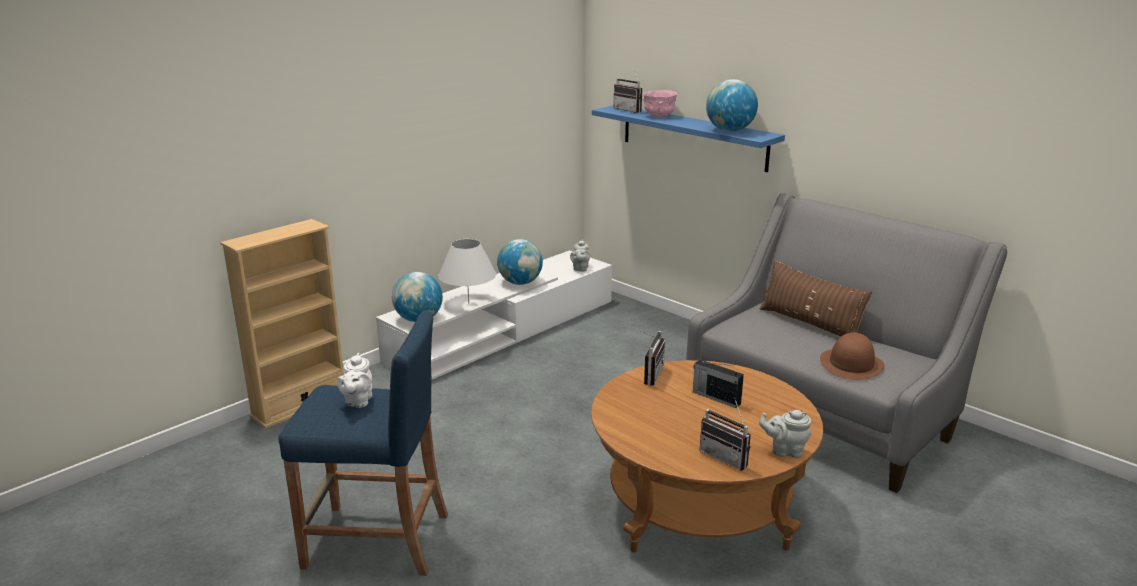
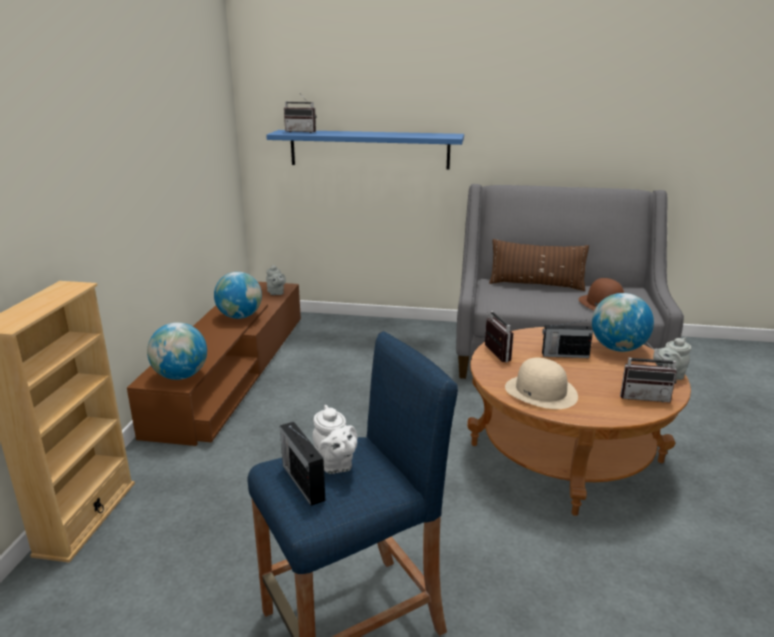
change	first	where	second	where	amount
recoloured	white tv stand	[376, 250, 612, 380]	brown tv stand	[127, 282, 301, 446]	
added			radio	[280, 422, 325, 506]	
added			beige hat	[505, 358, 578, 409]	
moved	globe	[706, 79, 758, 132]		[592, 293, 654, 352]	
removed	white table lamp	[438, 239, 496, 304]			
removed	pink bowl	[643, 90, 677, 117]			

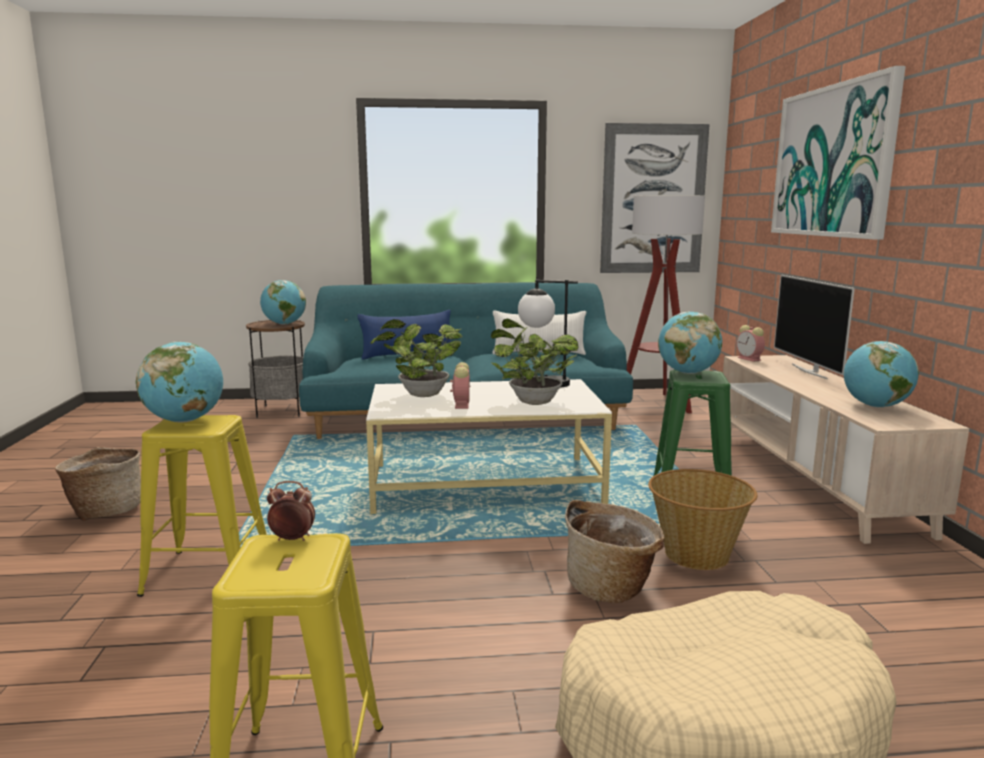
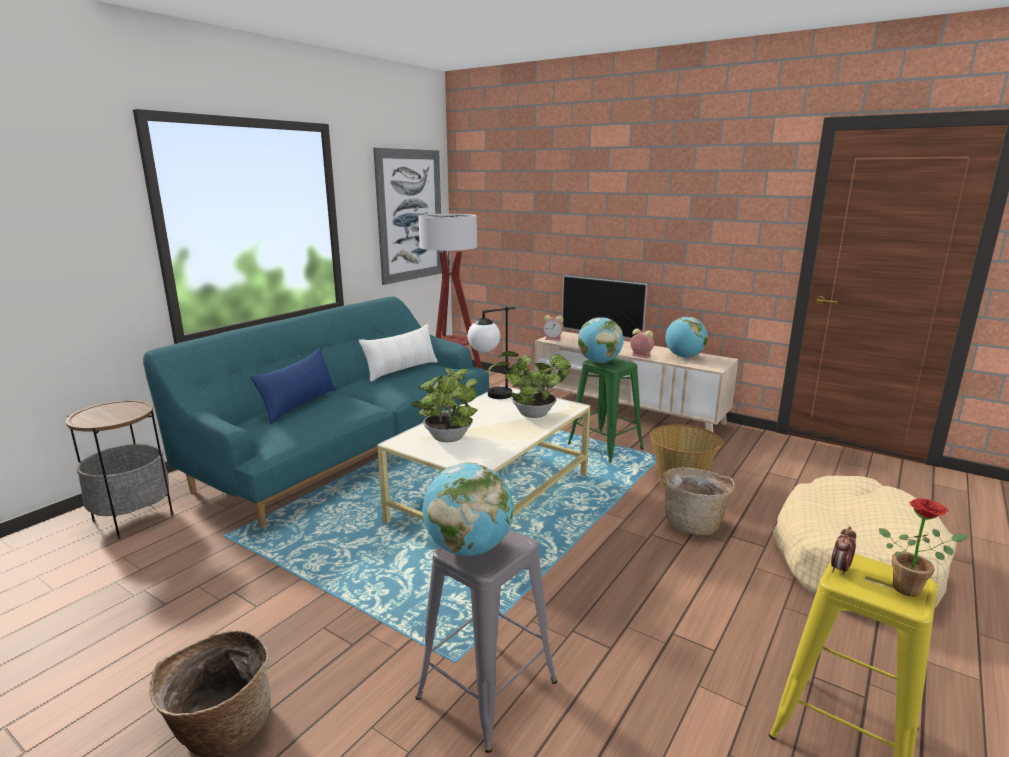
change	first	where	second	where	amount
recoloured	yellow stool	[137, 415, 267, 597]	grey stool	[416, 529, 557, 753]	
moved	alarm clock	[450, 362, 470, 409]		[630, 329, 654, 358]	
added			potted plant	[879, 498, 968, 597]	
removed	globe	[260, 280, 306, 325]			
removed	picture	[771, 66, 906, 239]			

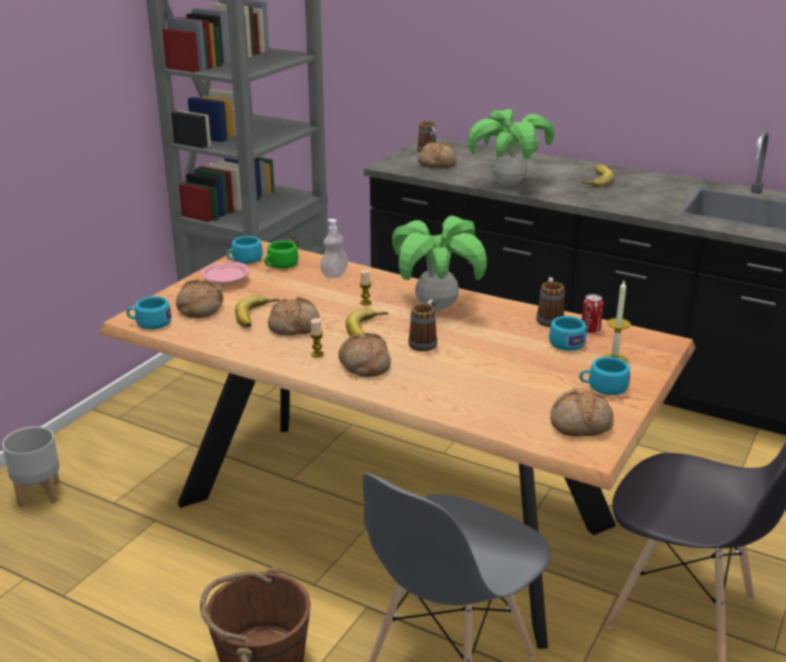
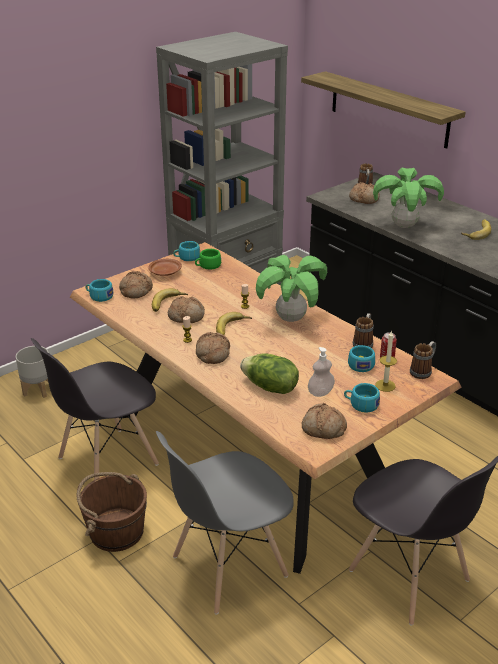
change	first	where	second	where	amount
added			grey chair	[31, 338, 159, 480]	
recoloured	pink plate	[201, 262, 250, 284]	brown plate	[148, 259, 182, 276]	
added			lettuce	[240, 353, 299, 394]	
added			shelf	[301, 71, 466, 149]	
moved	soap dispenser	[320, 219, 348, 278]		[308, 347, 335, 397]	
moved	mug	[408, 299, 437, 351]		[410, 341, 436, 379]	

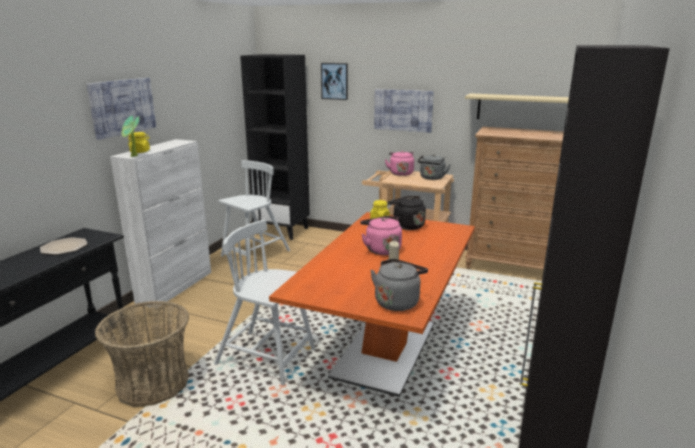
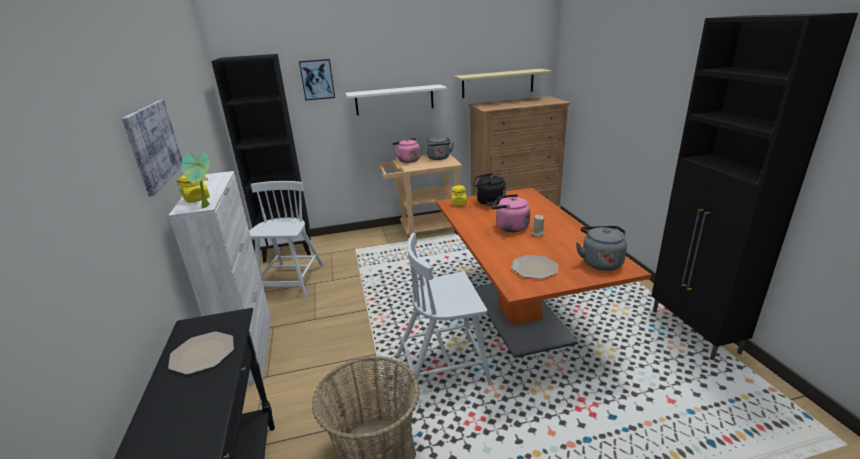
change	first	where	second	where	amount
replaced	picture	[374, 89, 434, 133]	white shelf	[345, 84, 447, 116]	
added			plate	[511, 255, 558, 279]	

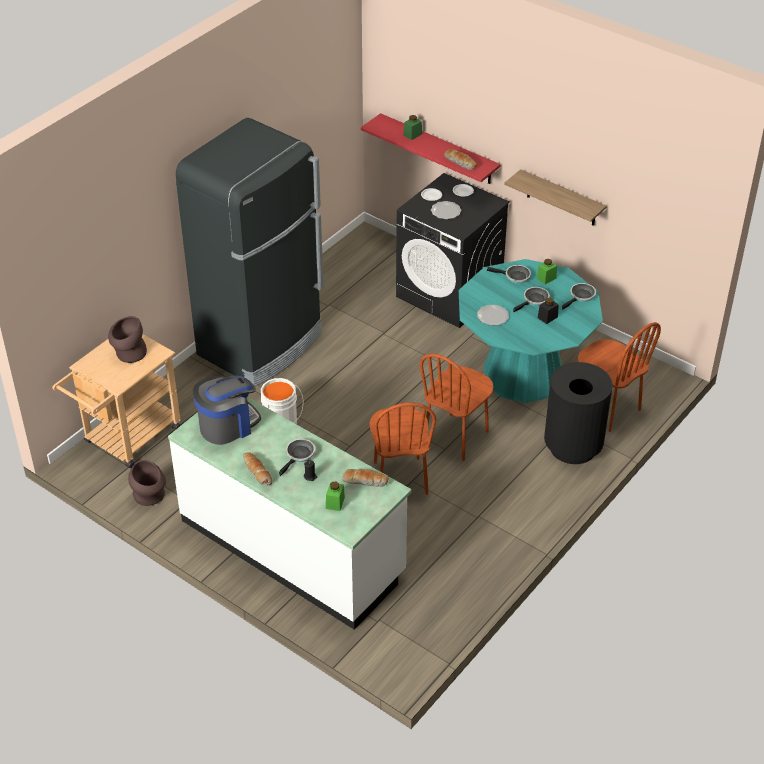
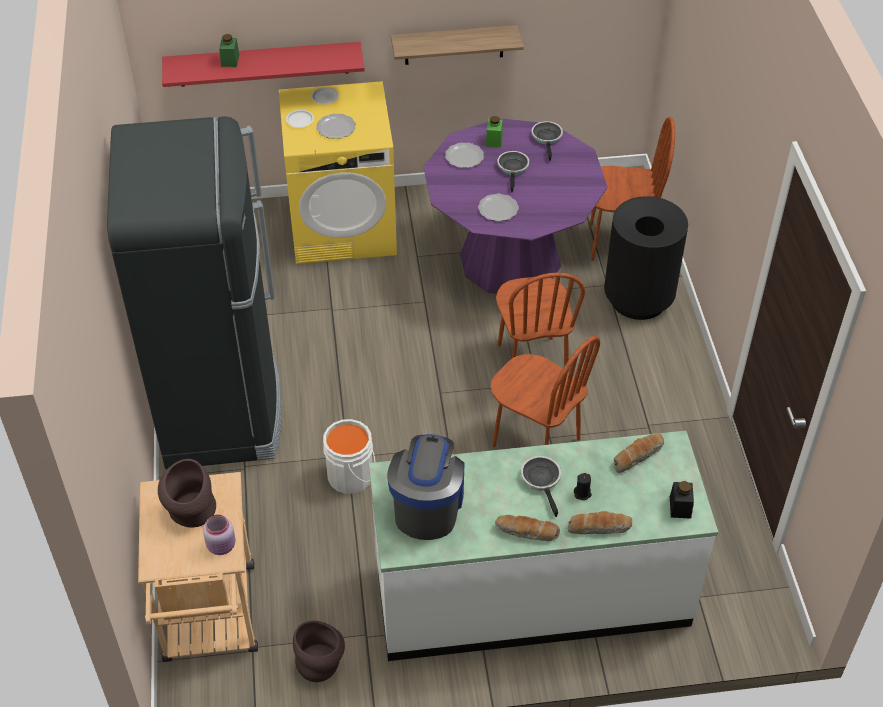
change	first	where	second	where	amount
added			pink jar	[203, 514, 235, 555]	
recoloured	black washing machine	[396, 173, 510, 328]	yellow washing machine	[279, 81, 397, 264]	
recoloured	turquoise dining table	[459, 259, 603, 403]	purple dining table	[423, 118, 607, 294]	
replaced	frying pan	[487, 265, 531, 284]	plate	[445, 143, 484, 168]	
moved	bread	[444, 149, 477, 170]		[567, 511, 632, 535]	
moved	black jar	[538, 297, 559, 324]		[670, 481, 694, 519]	
removed	green jar	[326, 482, 345, 511]			

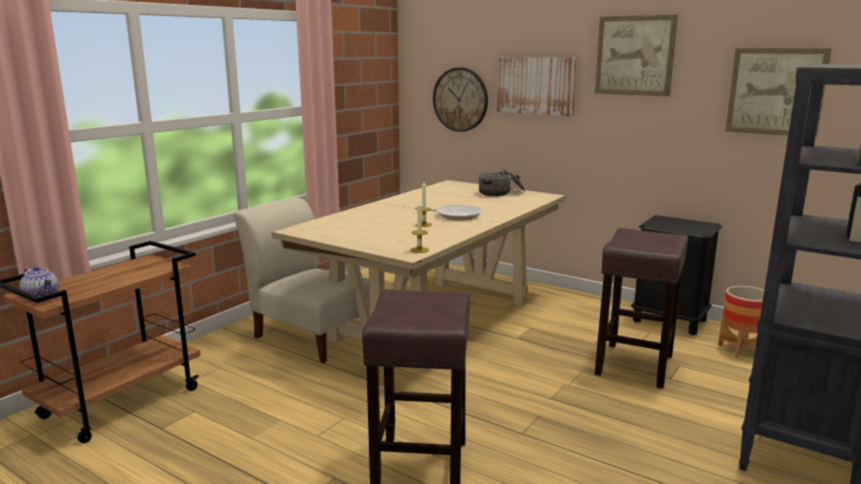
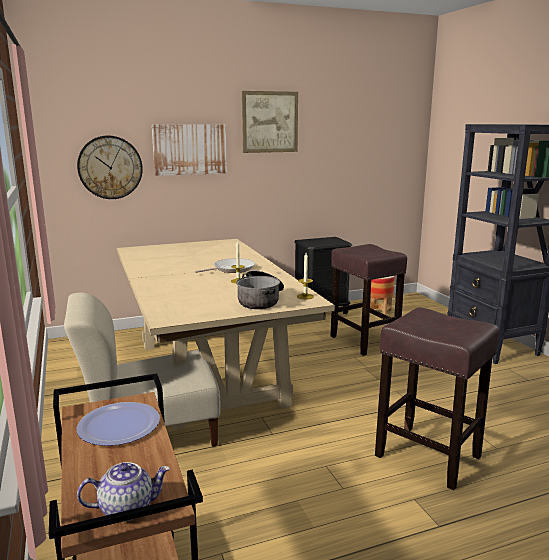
change	first	where	second	where	amount
added			plate	[77, 402, 160, 446]	
moved	cooking pot	[478, 169, 526, 196]		[236, 270, 284, 309]	
removed	picture	[725, 48, 831, 137]			

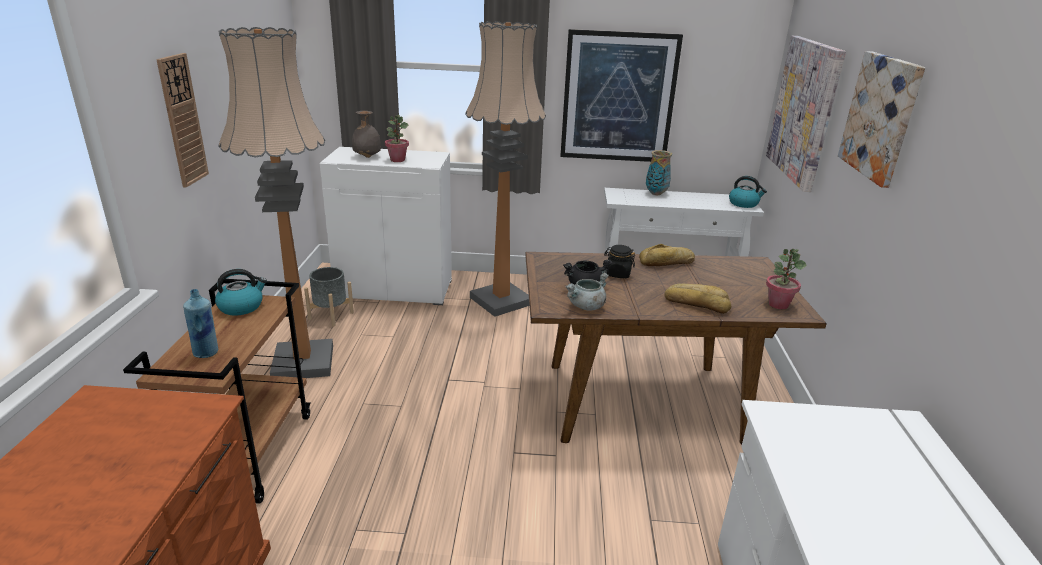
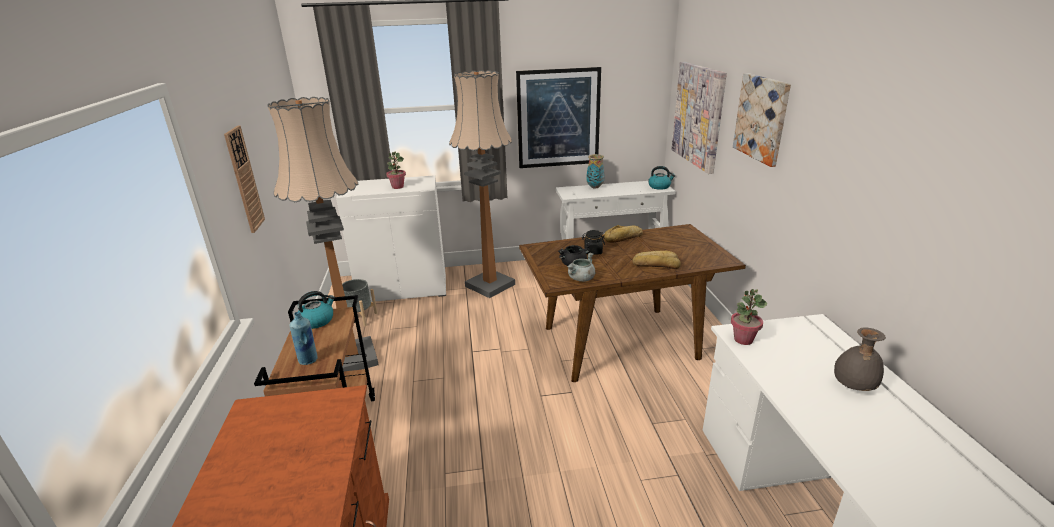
change	first	where	second	where	amount
moved	potted plant	[766, 249, 807, 309]		[731, 289, 767, 345]	
moved	grey vase	[352, 111, 381, 158]		[834, 327, 886, 391]	

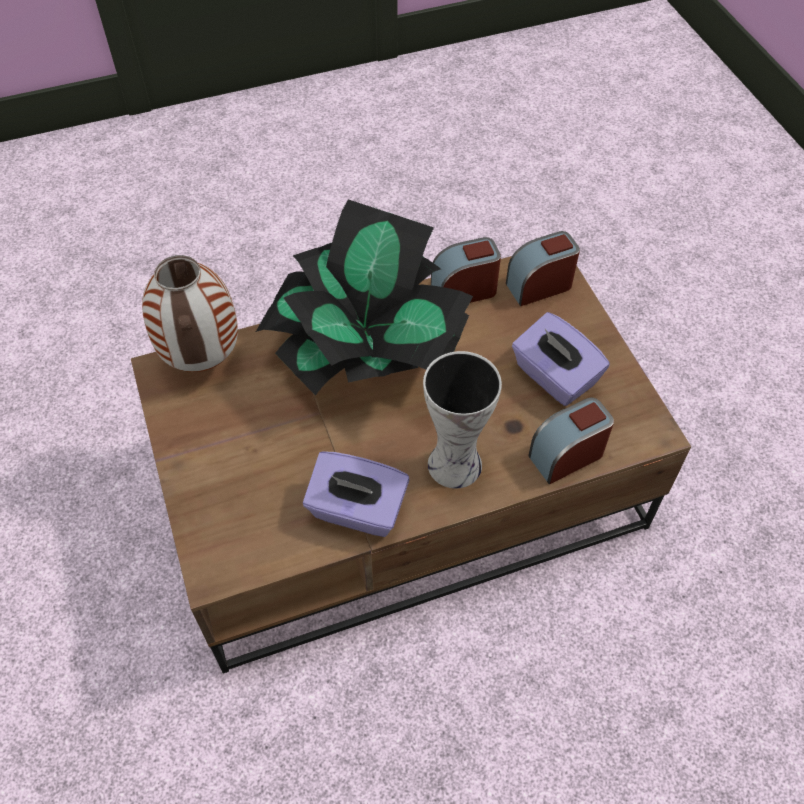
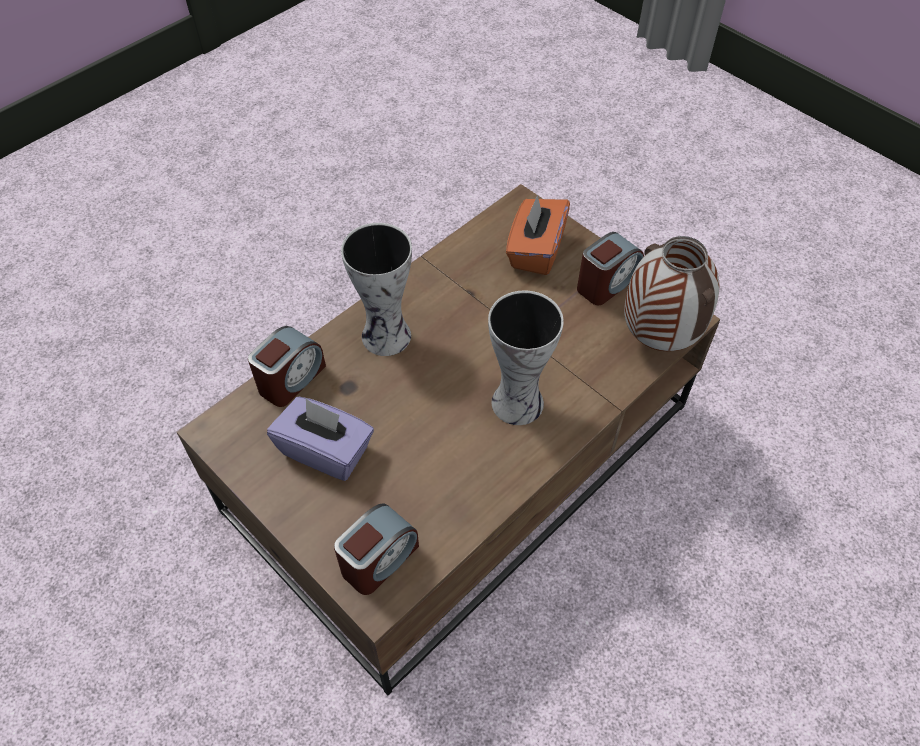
change	first	where	second	where	amount
replaced	potted plant	[256, 199, 473, 395]	vase	[488, 291, 564, 425]	
added			orange tissue box	[506, 195, 570, 275]	
moved	alarm clock	[431, 237, 501, 303]		[577, 232, 644, 305]	
removed	purple tissue box	[303, 451, 410, 537]			

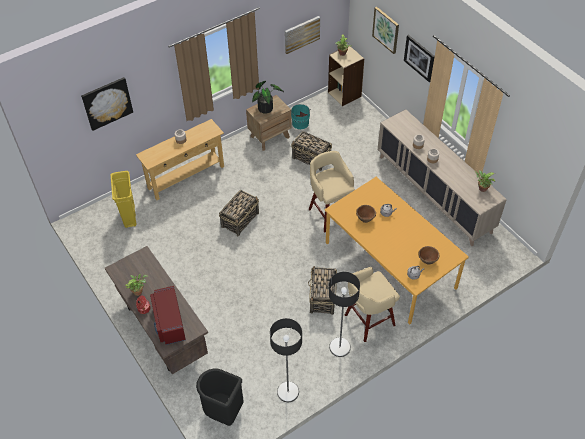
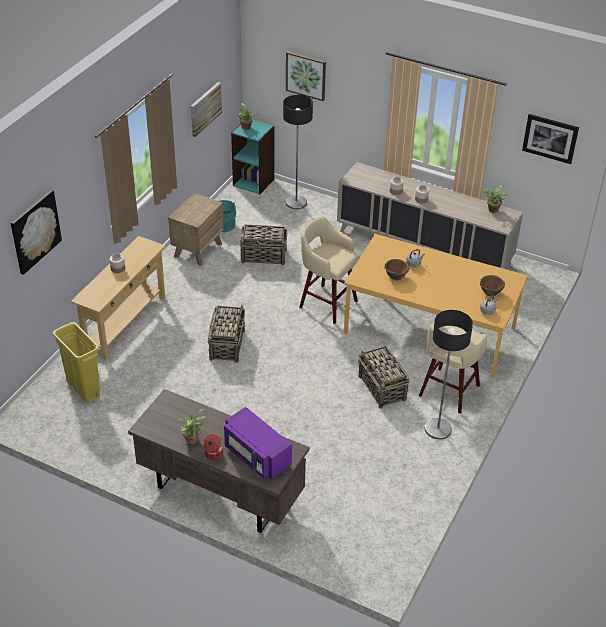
change	first	where	second	where	amount
recoloured	red microwave	[150, 286, 186, 345]	purple microwave	[224, 407, 292, 479]	
recoloured	beige bookcase	[328, 46, 364, 106]	turquoise bookcase	[231, 120, 275, 195]	
moved	floor lamp	[270, 318, 302, 402]		[283, 95, 313, 209]	
moved	picture	[404, 35, 435, 82]		[522, 114, 579, 164]	
removed	black trash can	[196, 368, 244, 426]			
removed	potted plant	[252, 81, 284, 114]			

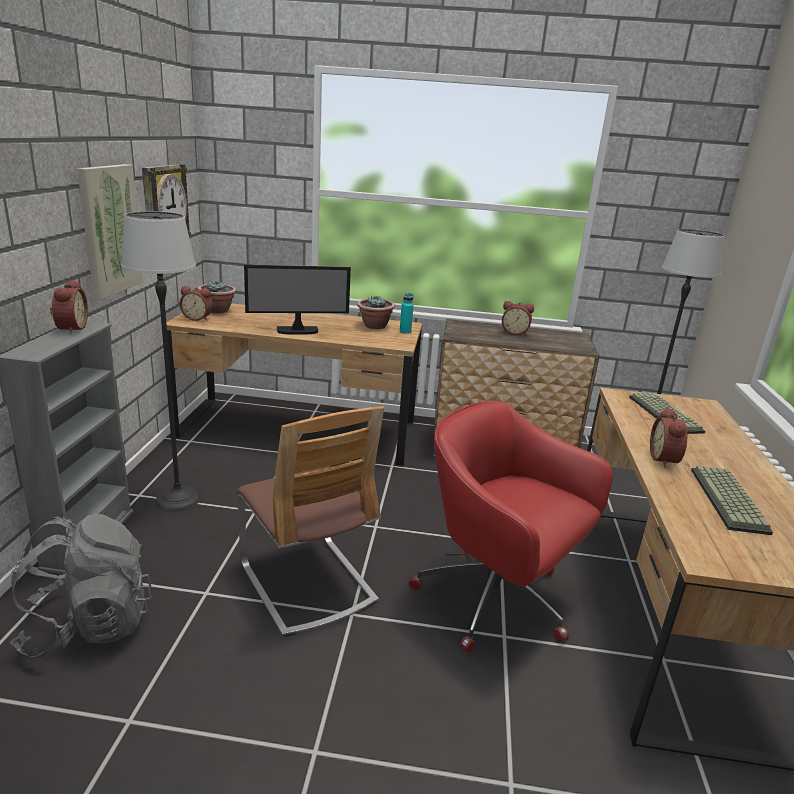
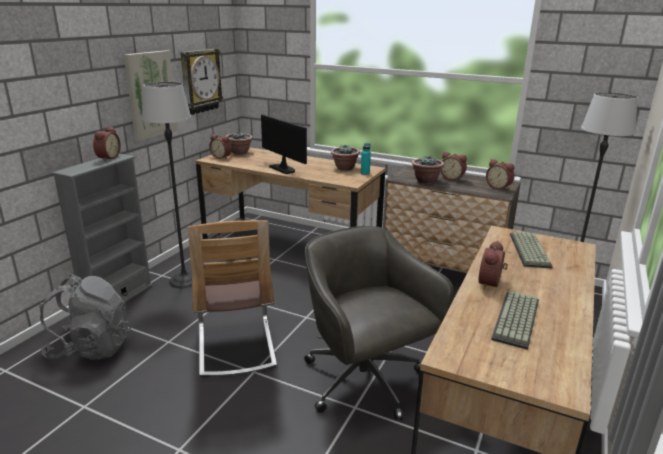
change	first	where	second	where	amount
turned	monitor	[244, 265, 351, 335]		[261, 114, 307, 174]	135 degrees counterclockwise
recoloured	red office chair	[409, 401, 613, 653]	grey office chair	[304, 226, 453, 420]	
added			potted plant	[411, 155, 444, 184]	
added			alarm clock	[486, 159, 515, 191]	

